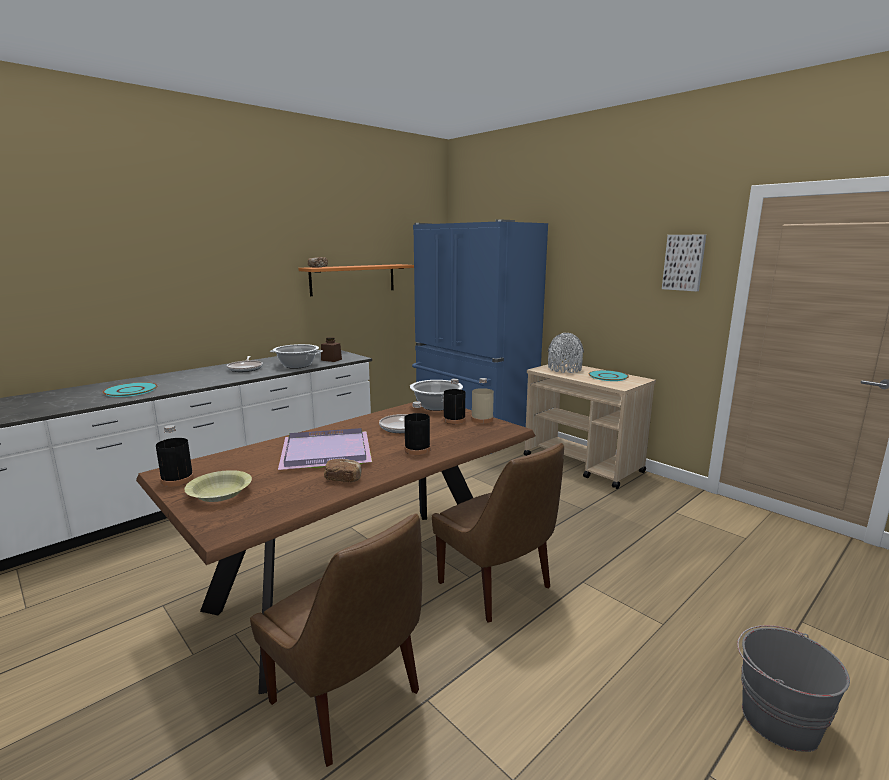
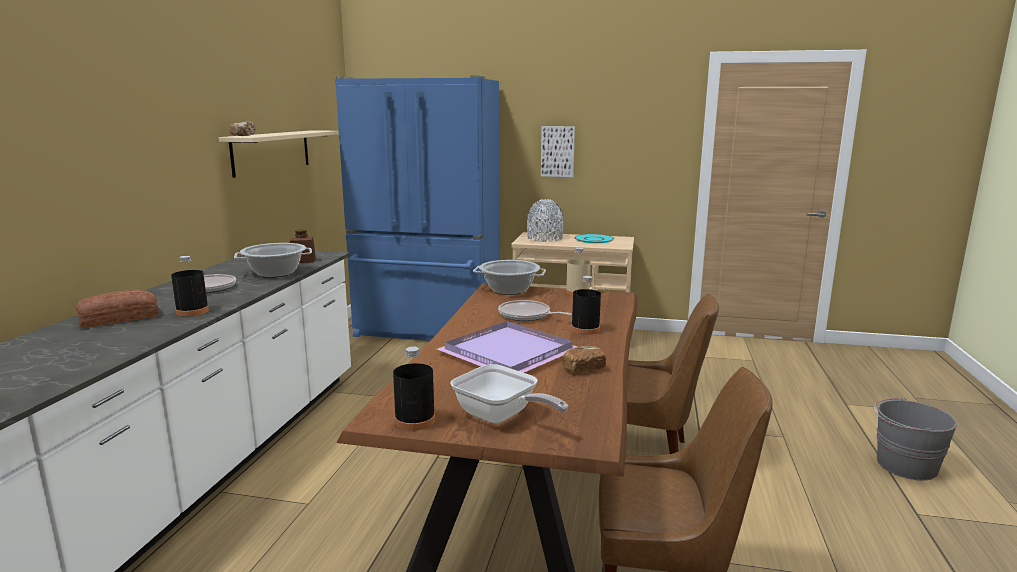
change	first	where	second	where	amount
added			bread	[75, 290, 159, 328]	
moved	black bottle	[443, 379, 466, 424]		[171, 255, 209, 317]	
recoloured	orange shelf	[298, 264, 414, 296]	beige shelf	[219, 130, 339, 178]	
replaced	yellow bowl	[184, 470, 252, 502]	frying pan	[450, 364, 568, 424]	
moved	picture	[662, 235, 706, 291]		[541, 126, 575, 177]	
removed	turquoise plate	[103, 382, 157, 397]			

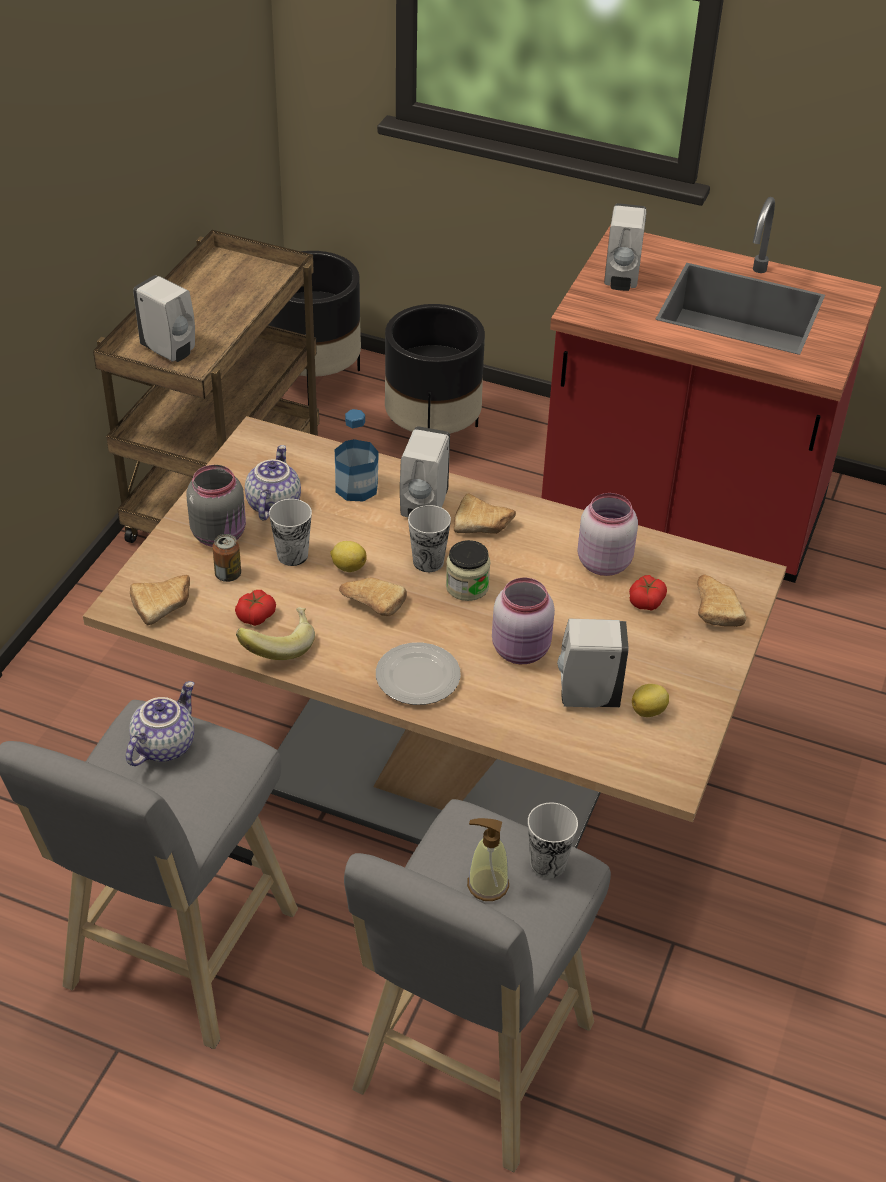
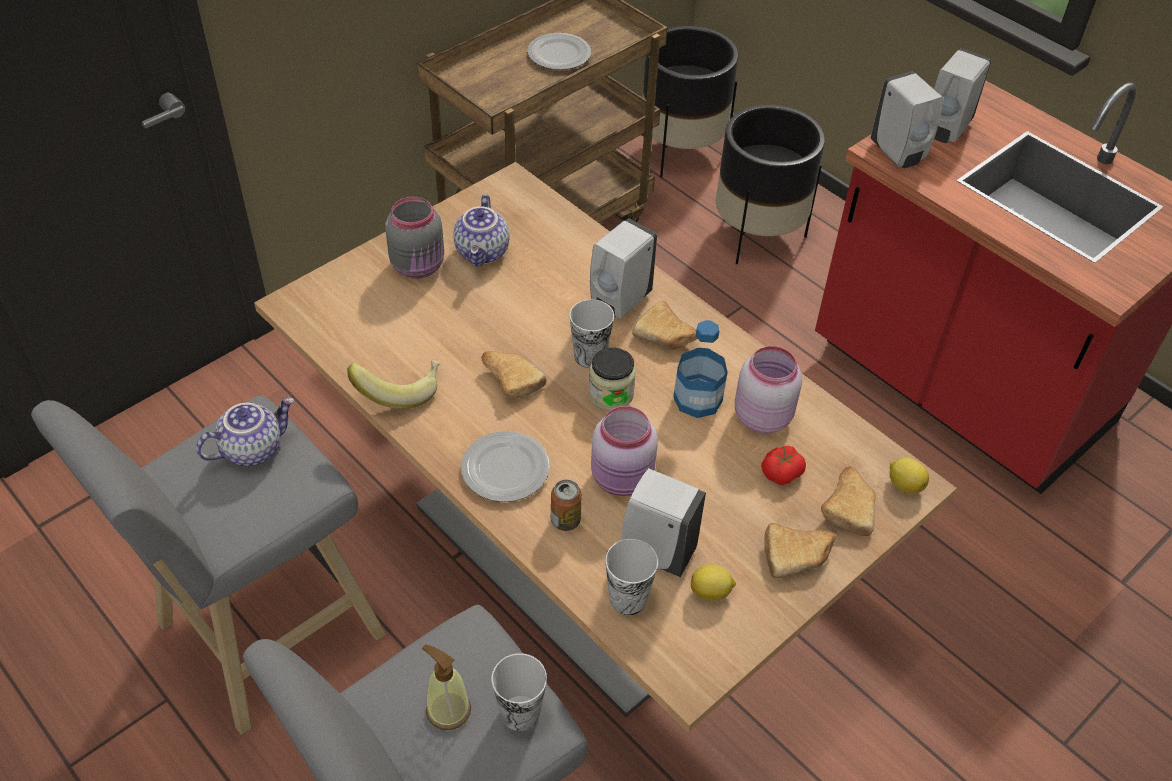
change	first	where	second	where	amount
turned	teapot	[245, 445, 301, 520]		[453, 194, 509, 266]	150 degrees clockwise
added			plate	[527, 33, 591, 70]	
moved	can	[212, 534, 241, 582]		[551, 480, 582, 531]	
moved	cup	[269, 499, 312, 566]		[605, 539, 658, 615]	
moved	bottle	[335, 409, 379, 502]		[673, 320, 727, 418]	
moved	bread	[130, 575, 190, 625]		[764, 523, 836, 578]	
moved	white soap dispenser	[133, 275, 195, 362]		[871, 71, 944, 168]	
moved	lemon	[330, 541, 367, 572]		[890, 457, 929, 494]	
removed	tomato	[235, 590, 276, 626]			

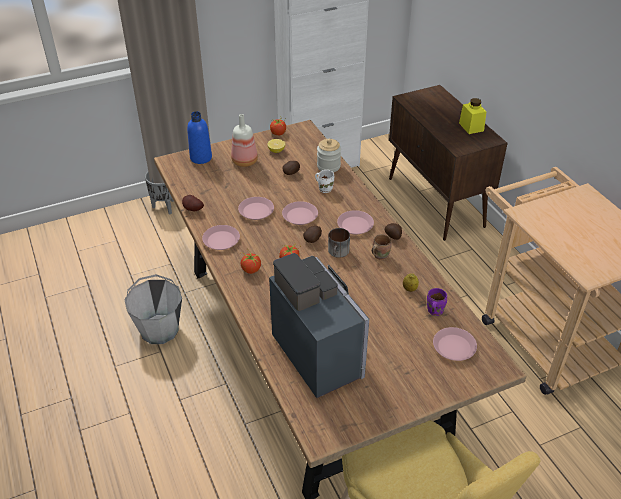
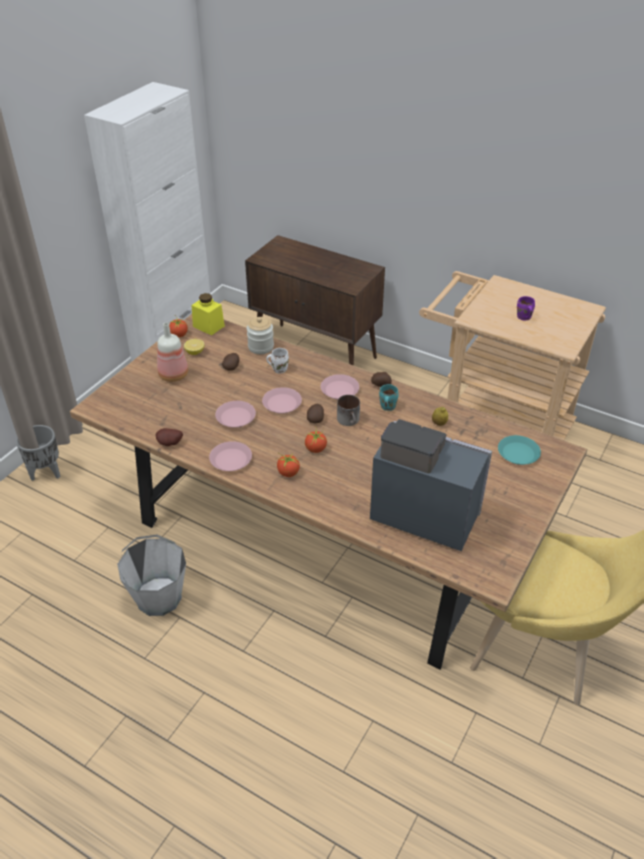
change	first	where	second	where	amount
moved	yellow jar	[459, 98, 486, 134]		[191, 293, 225, 335]	
recoloured	brown mug	[372, 234, 392, 260]	turquoise mug	[379, 384, 399, 411]	
recoloured	pink plate	[433, 327, 477, 361]	turquoise plate	[498, 435, 541, 465]	
moved	purple mug	[427, 288, 447, 316]		[517, 296, 535, 320]	
removed	blue bottle	[187, 111, 212, 164]			

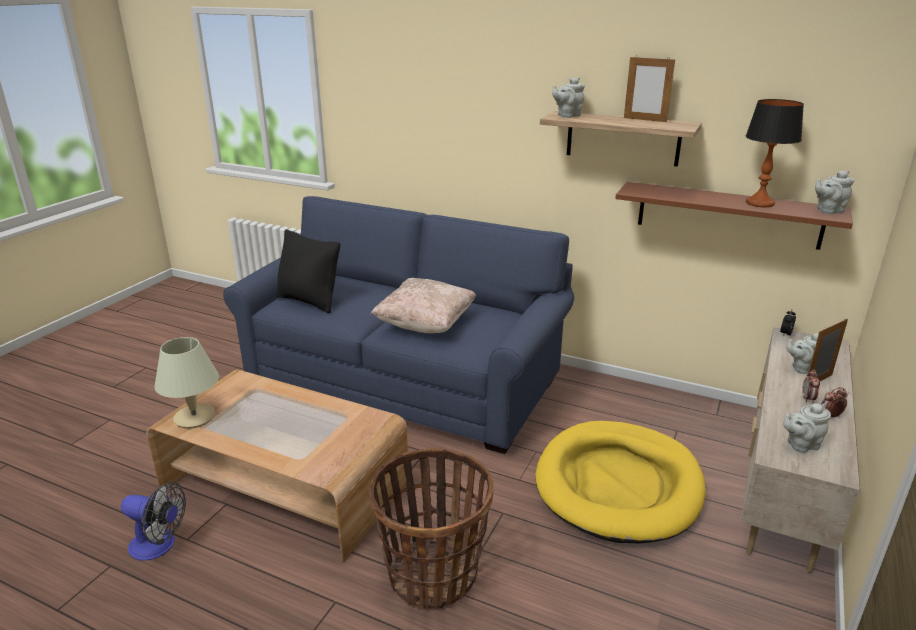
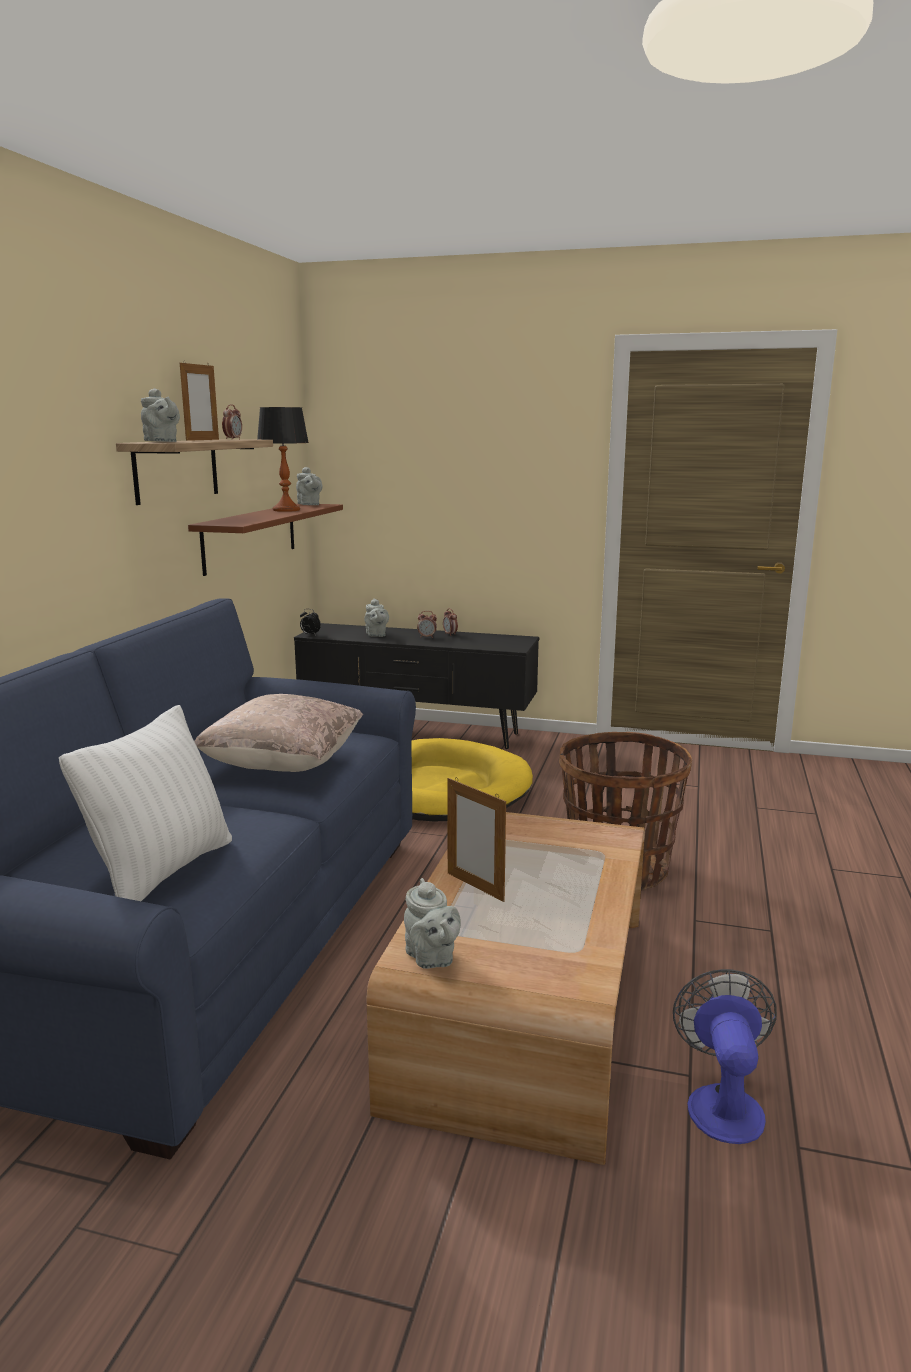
change	first	where	second	where	amount
recoloured	black pillow	[276, 229, 340, 313]	white pillow	[59, 705, 232, 901]	
added			alarm clock	[222, 404, 242, 440]	
recoloured	beige tv stand	[741, 327, 861, 573]	black tv stand	[294, 623, 540, 749]	
moved	grey teapot	[783, 404, 831, 453]		[404, 878, 461, 969]	
moved	picture frame	[807, 319, 848, 381]		[447, 777, 506, 902]	
removed	beige table lamp	[154, 337, 219, 429]			

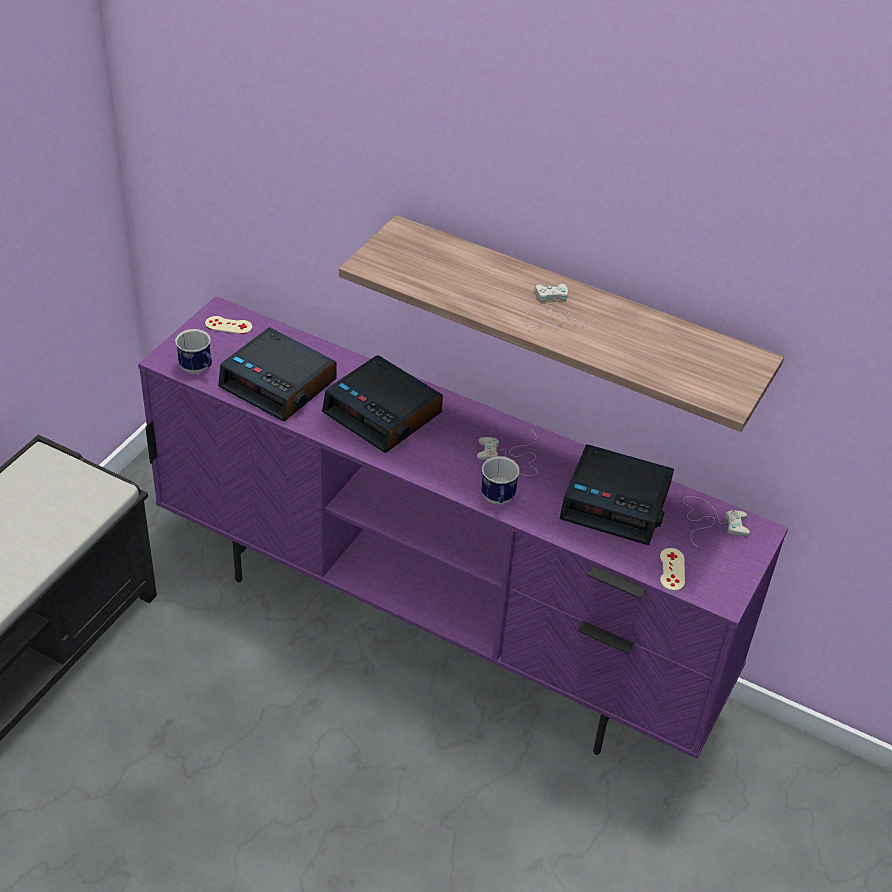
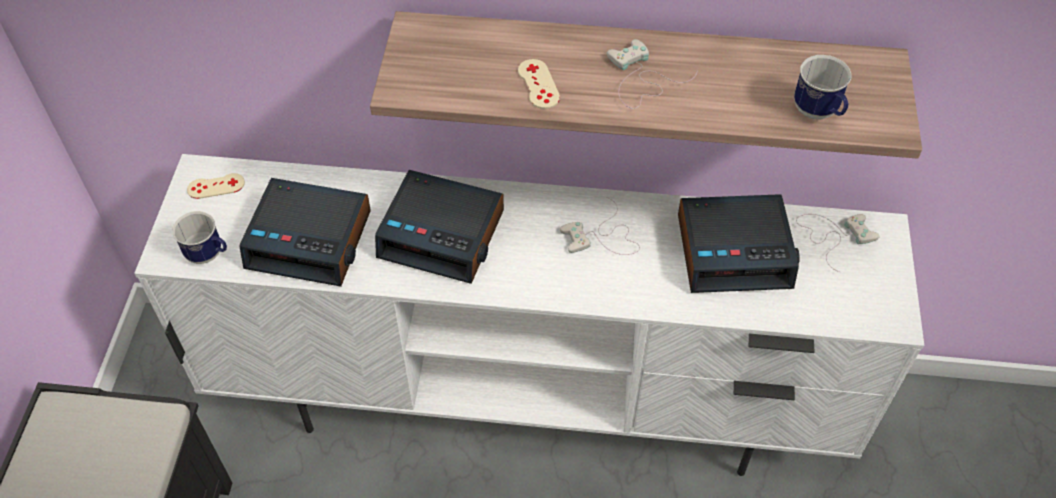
change	first	where	second	where	amount
recoloured	purple tv stand	[138, 296, 788, 759]	white tv stand	[134, 154, 924, 476]	
moved	beige game controller	[660, 548, 685, 591]		[518, 59, 560, 109]	
moved	mug	[481, 456, 520, 504]		[794, 55, 852, 119]	

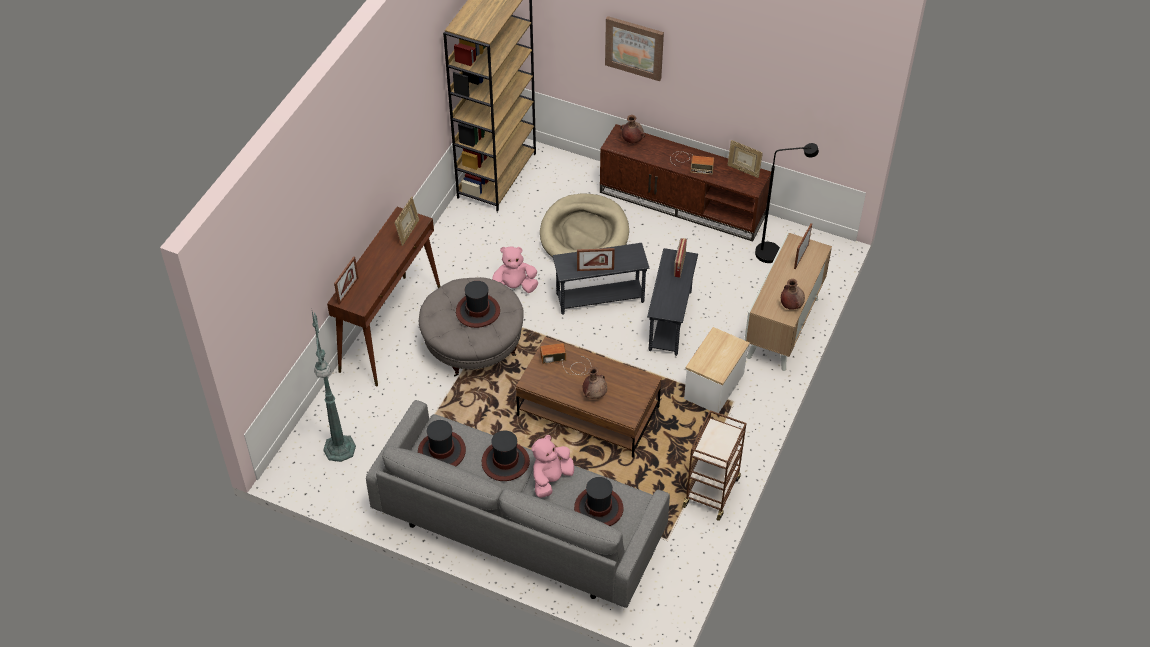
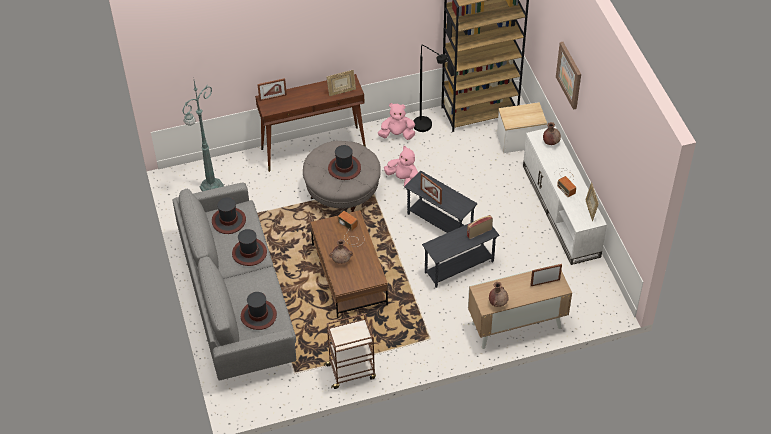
change	first	where	second	where	amount
moved	pink plush toy	[531, 435, 574, 498]		[378, 103, 415, 140]	
moved	black floor lamp	[755, 143, 819, 263]		[413, 45, 448, 132]	
moved	side table	[684, 327, 750, 413]		[497, 102, 547, 153]	
recoloured	brown tv stand	[600, 124, 771, 242]	white tv stand	[523, 126, 607, 265]	
removed	beige dog bed	[540, 193, 629, 257]			

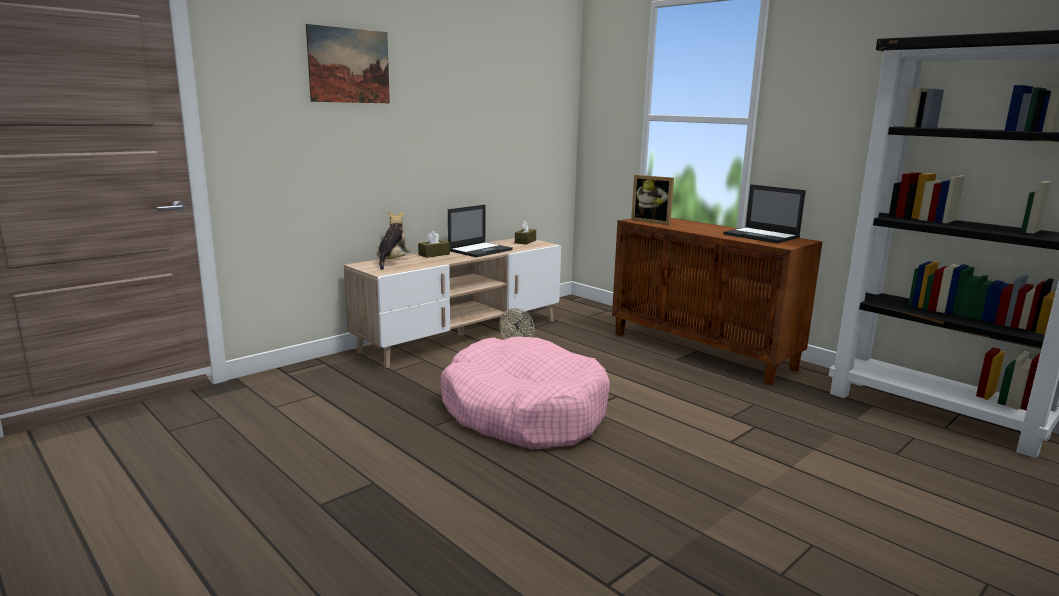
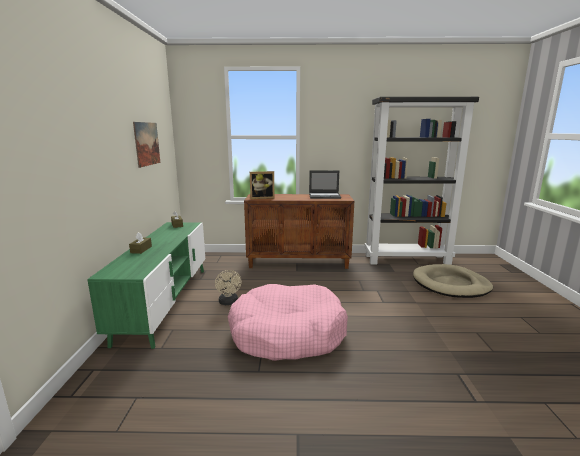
change	first	where	second	where	amount
recoloured	beige tv stand	[344, 238, 561, 368]	green tv stand	[87, 222, 205, 349]	
moved	picture	[306, 24, 390, 103]		[133, 122, 160, 168]	
added			beige dog bed	[413, 264, 493, 298]	
removed	plush toy	[377, 211, 410, 270]			
removed	laptop	[448, 205, 513, 257]			

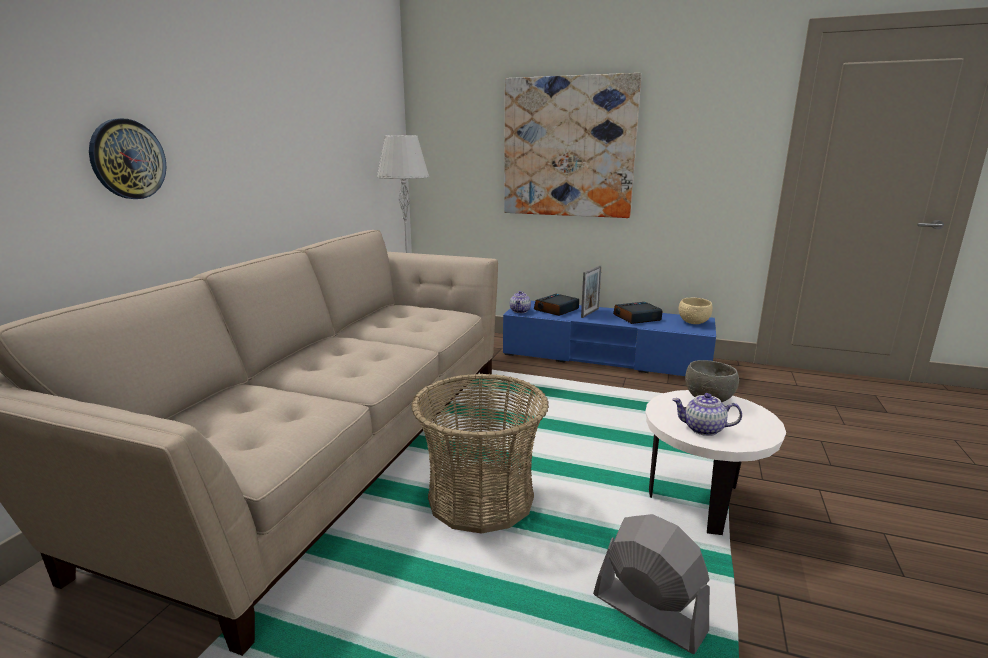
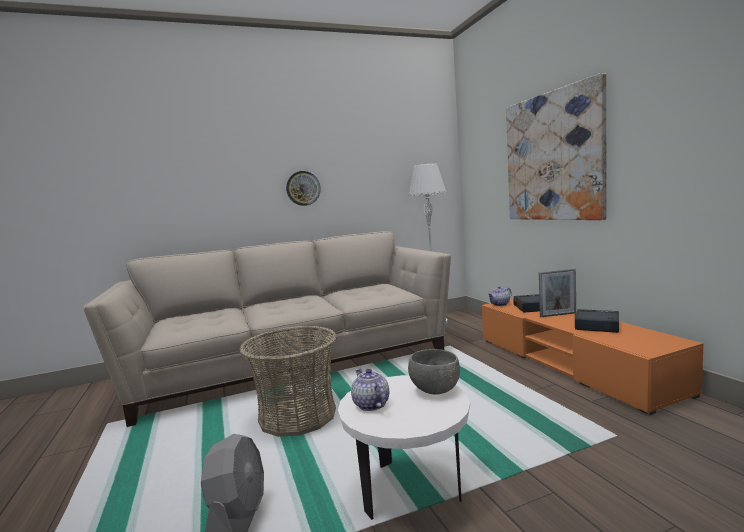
change	first	where	second	where	amount
moved	wall clock	[89, 118, 166, 199]		[286, 171, 321, 206]	
recoloured	blue tv stand	[503, 301, 716, 376]	orange tv stand	[482, 299, 704, 415]	
removed	beige bowl	[679, 298, 713, 324]			

